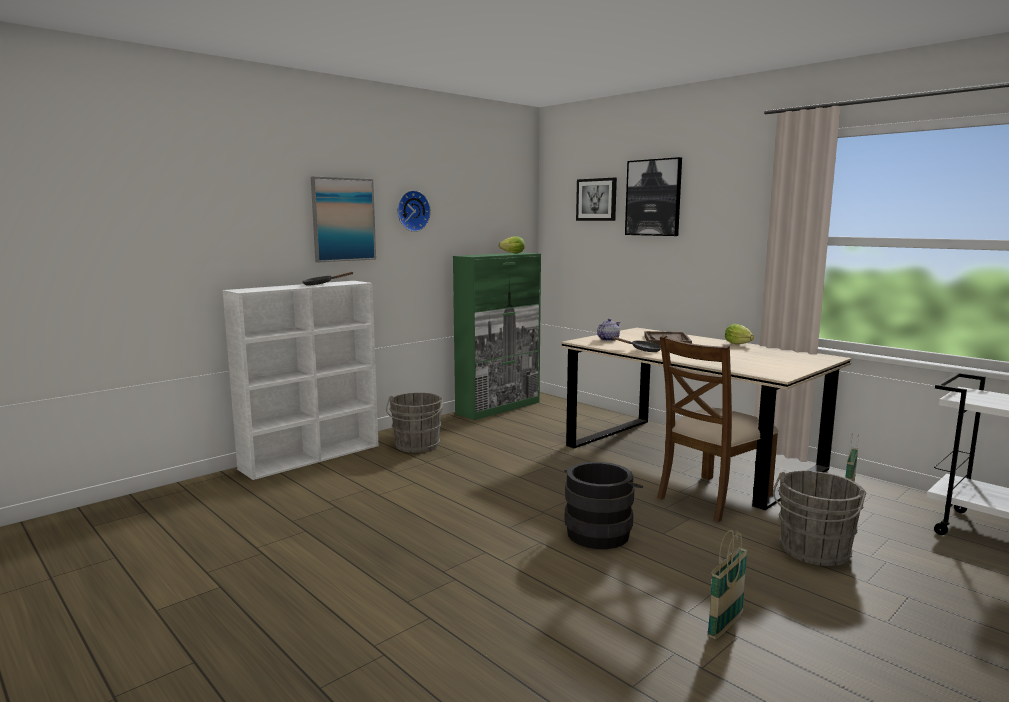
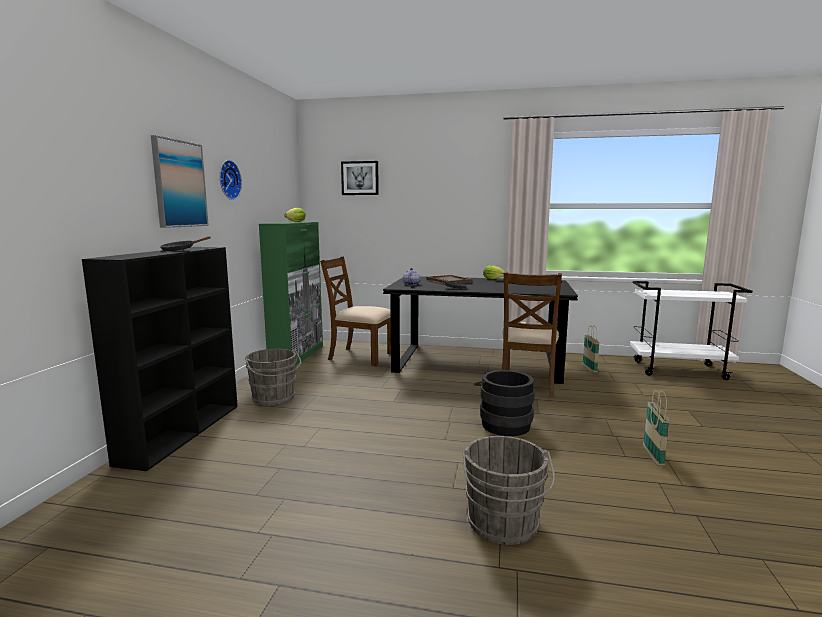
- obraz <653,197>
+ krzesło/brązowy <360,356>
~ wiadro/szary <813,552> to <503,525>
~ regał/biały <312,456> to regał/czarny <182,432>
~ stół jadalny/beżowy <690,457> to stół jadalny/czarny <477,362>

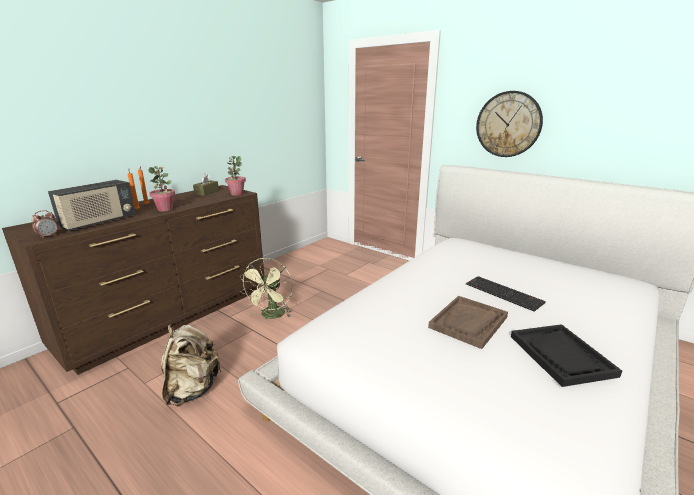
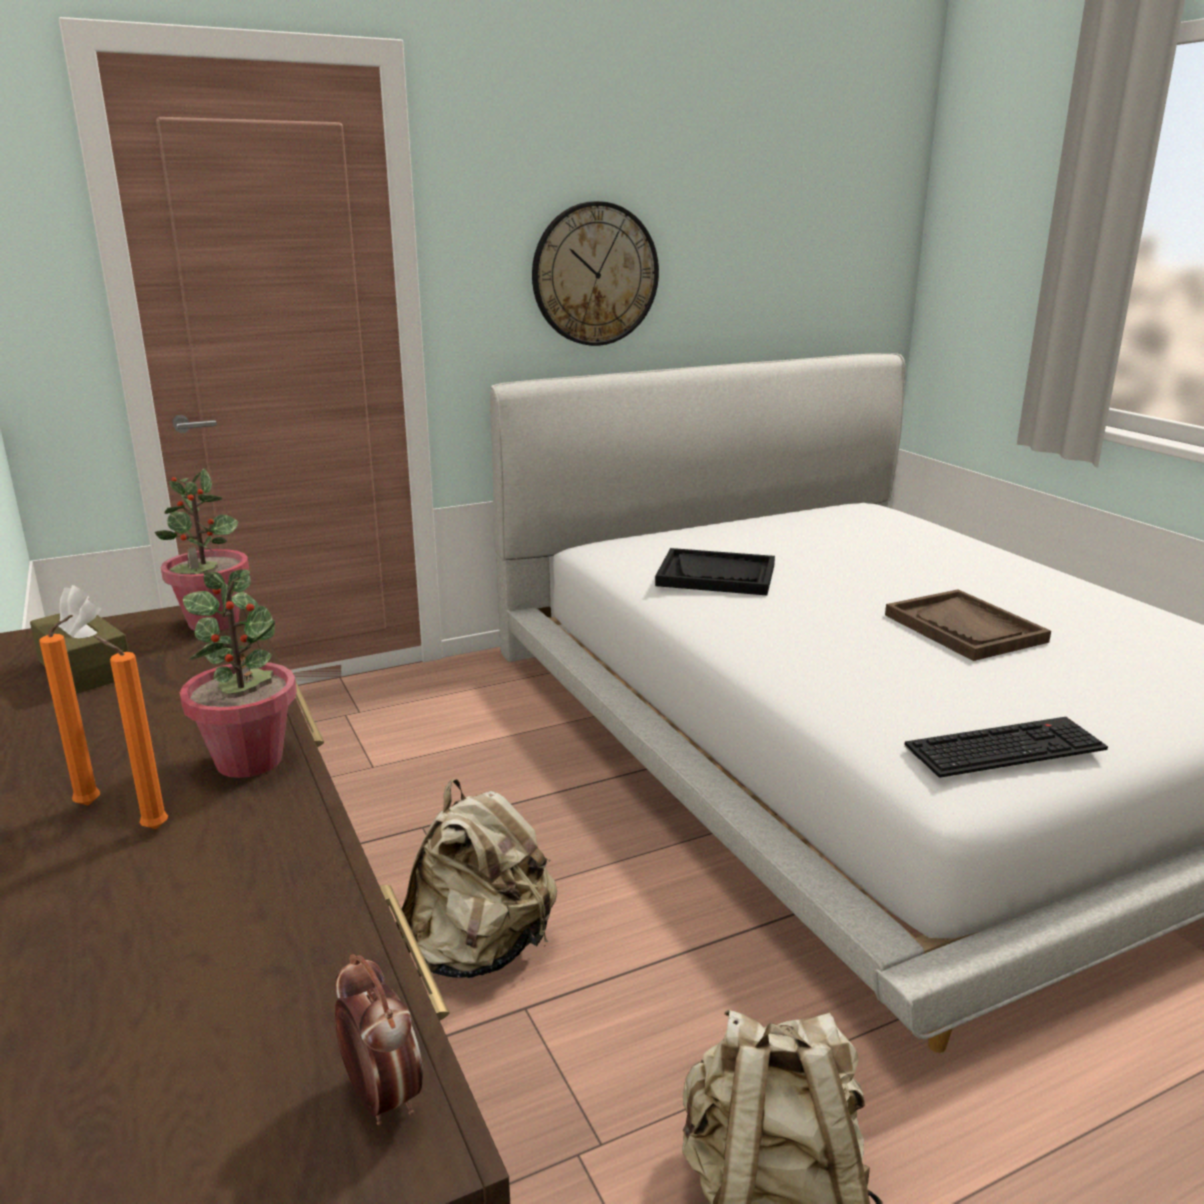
- radio <99,222>
~ klawiatura <505,293> to <1005,746>
~ taca/czarny <561,355> to <716,575>
~ wentylator/zielony <271,316> to plecak/beżowy <478,951>

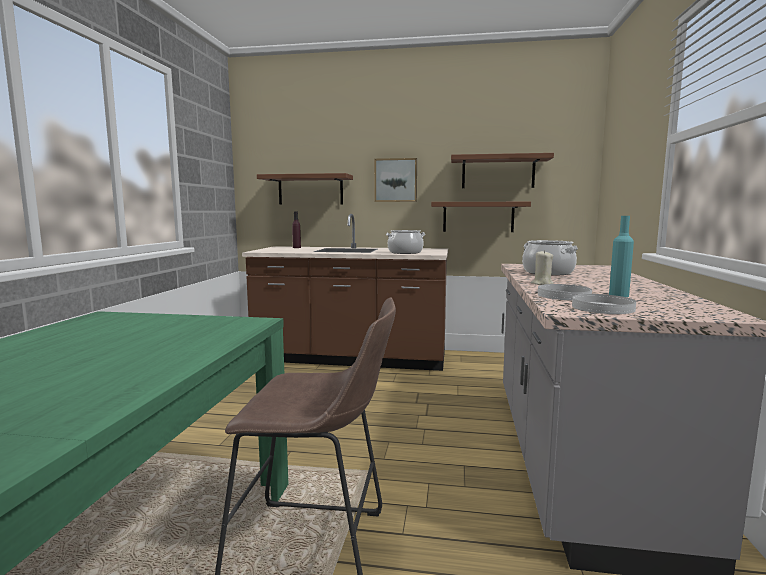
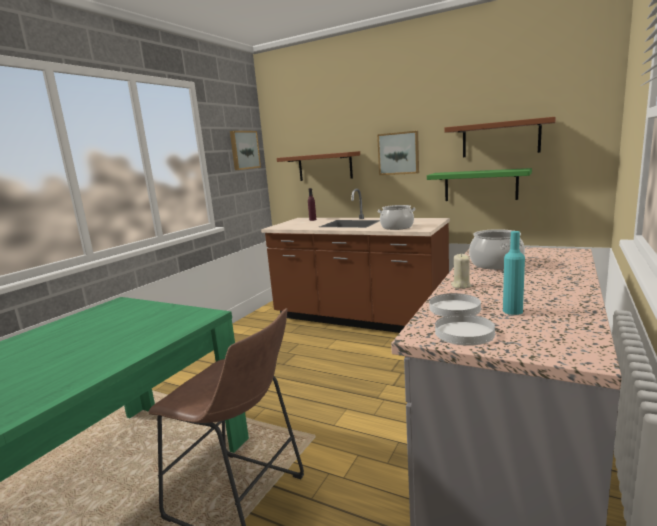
+ obraz <244,150>
~ półka/brązowy <478,217> to półka/zielony <480,185>

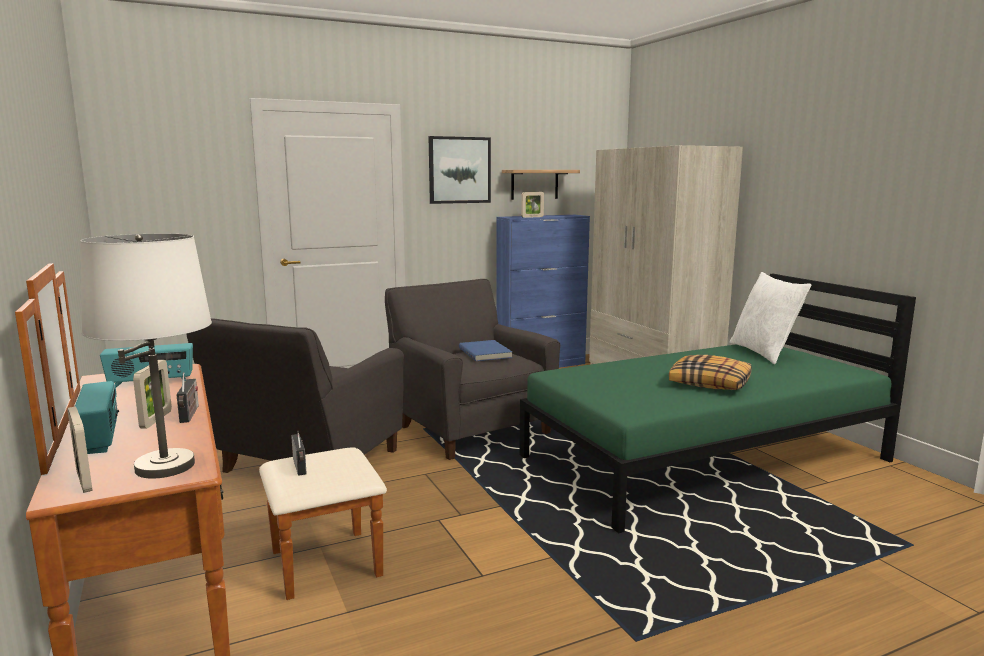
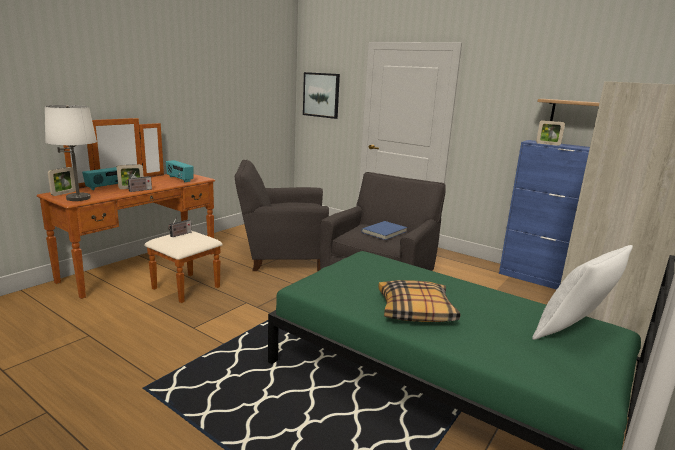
~ obraz <459,170> to <321,95>

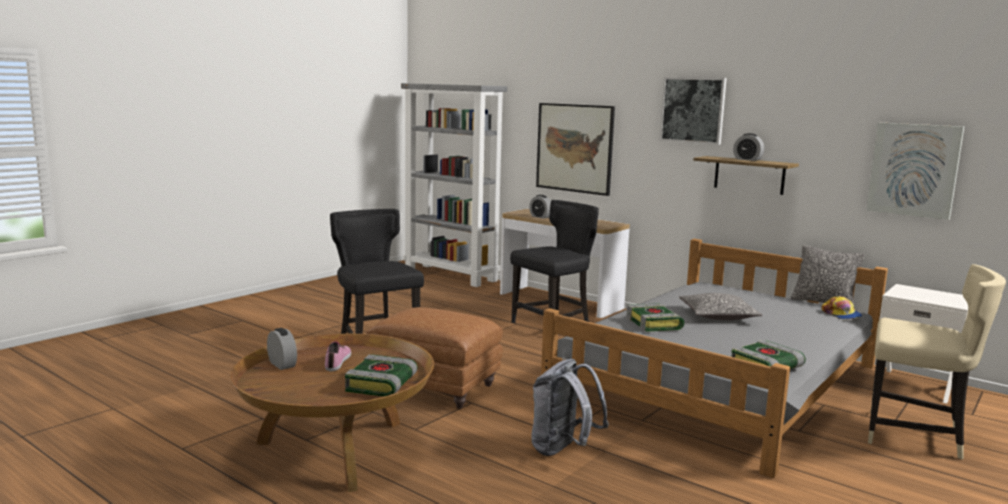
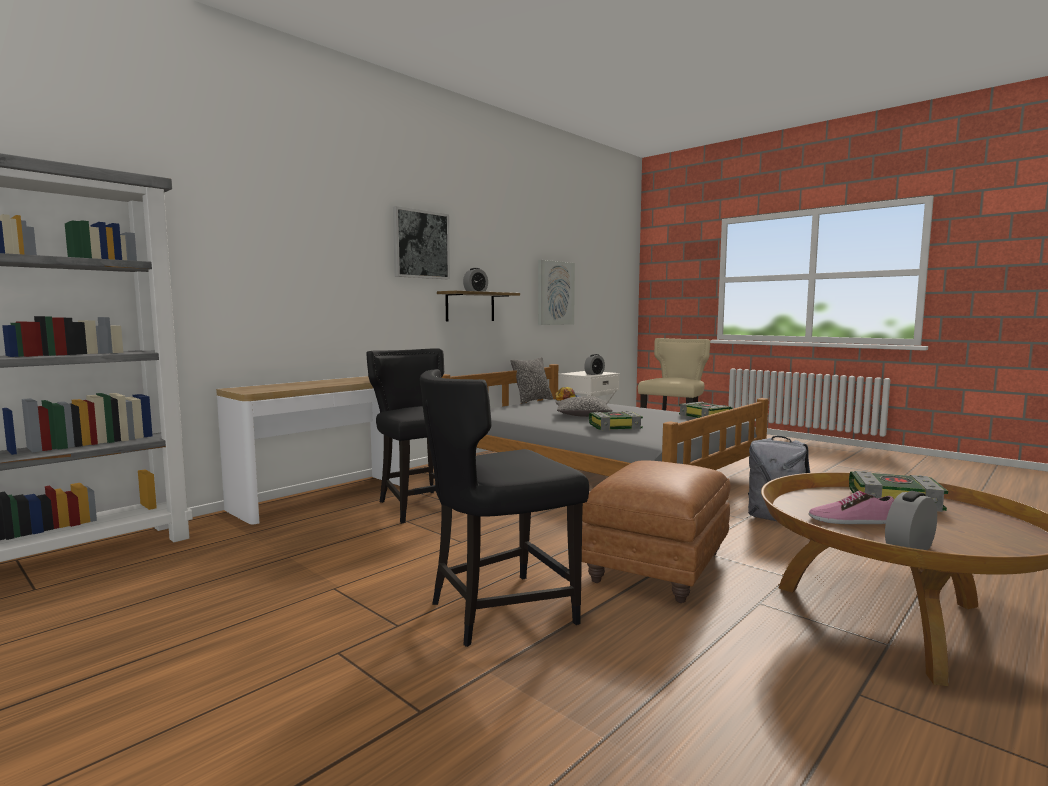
- obraz <574,148>
~ budzik <540,217> to <594,374>

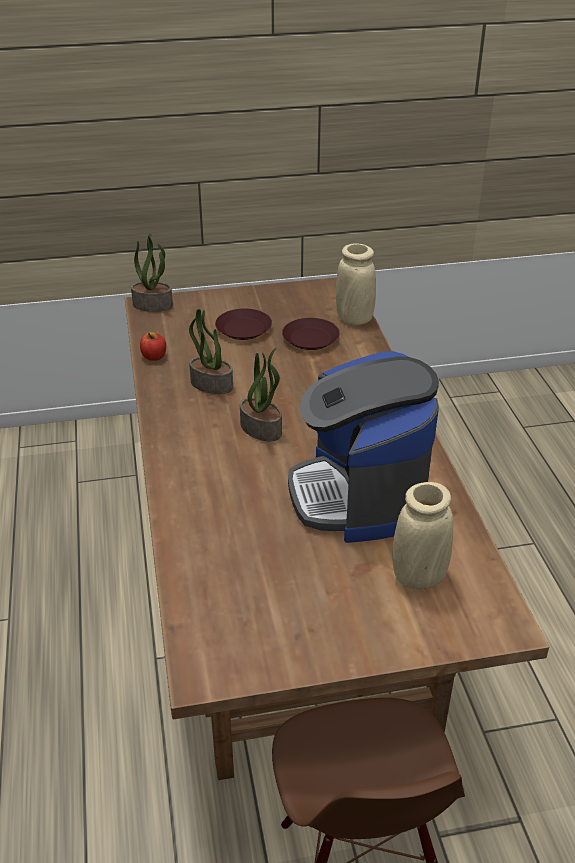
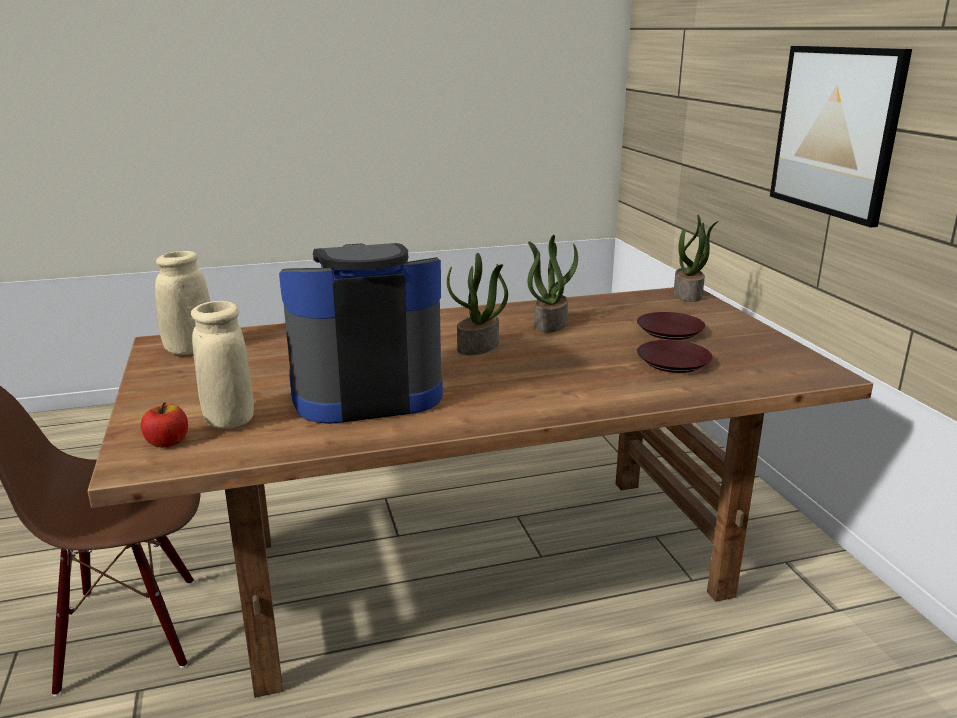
+ obraz <835,131>
~ jabłko <154,357> to <167,442>
~ wazon/beżowy <354,319> to <190,350>

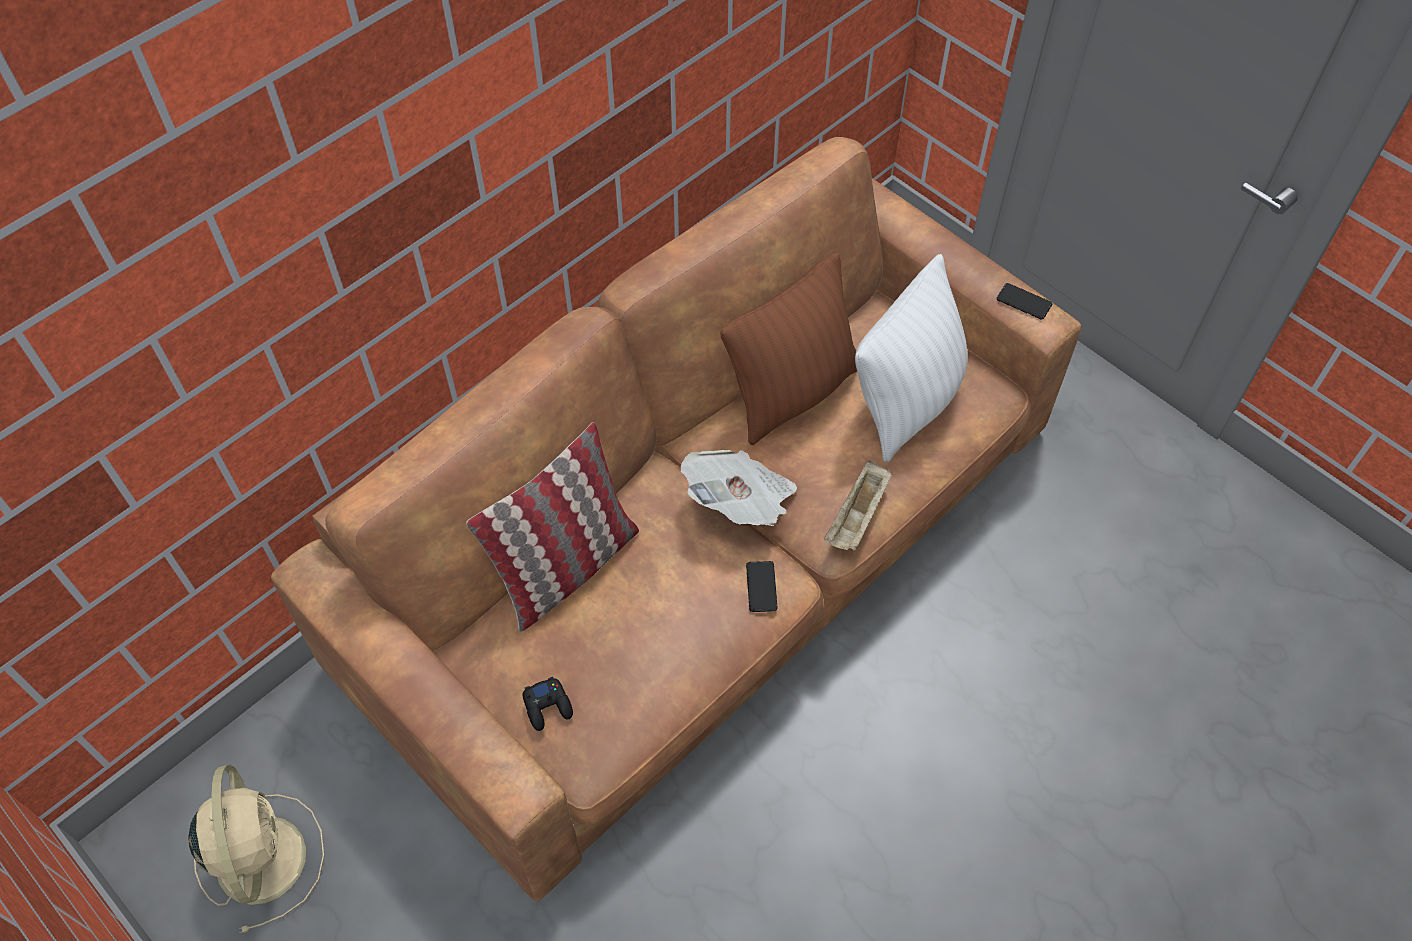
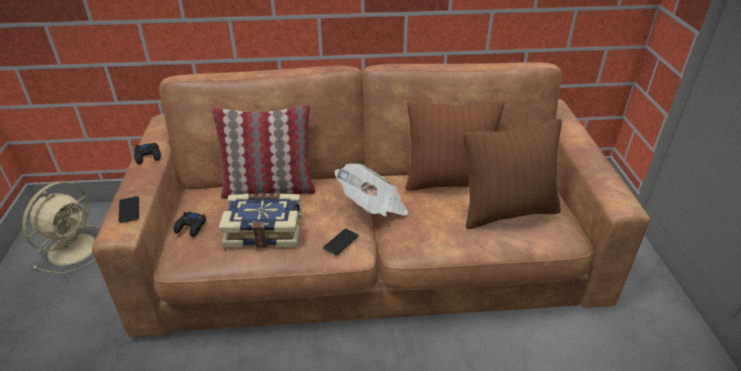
- taca/beżowy <857,517>
+ pad do gier/czarny <148,156>
+ książka <264,229>
~ telefon <1024,302> to <129,210>
~ poduszka/biały <906,402> to poduszka/brązowy <507,212>

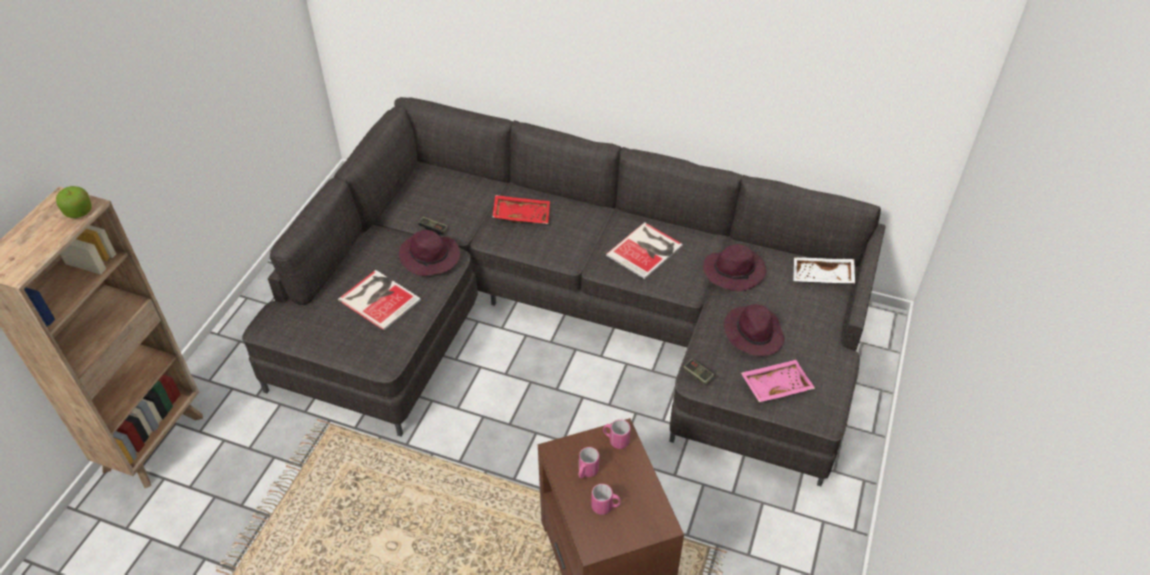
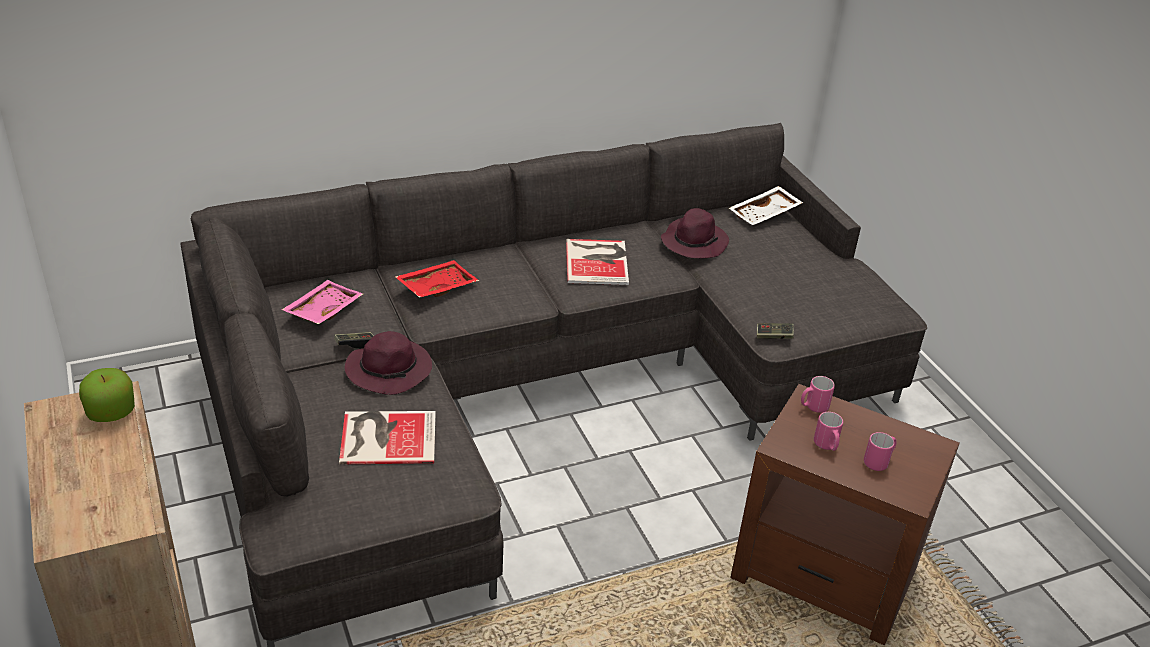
- kapelusz/fioletowy <753,333>
~ taca/różowy <775,385> to <322,310>

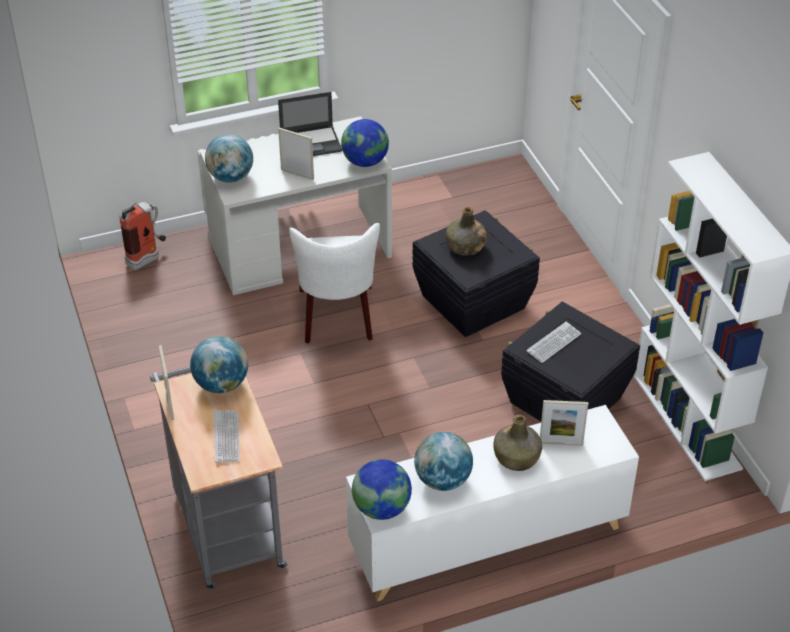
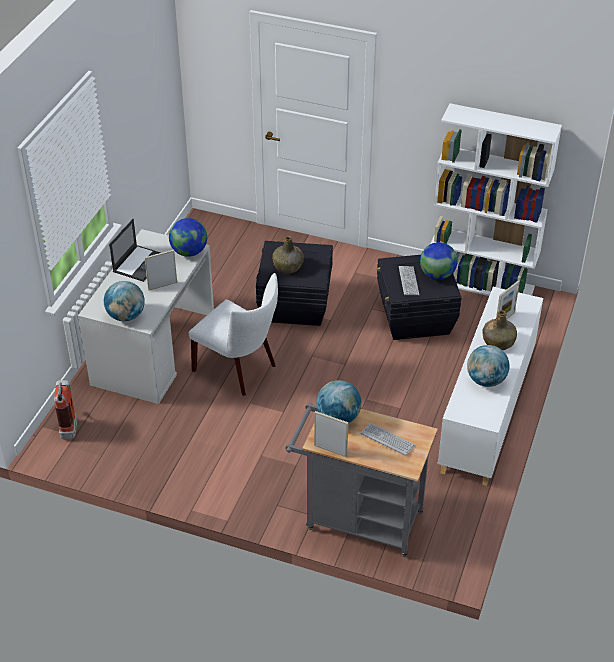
~ globus <381,508> to <437,275>

